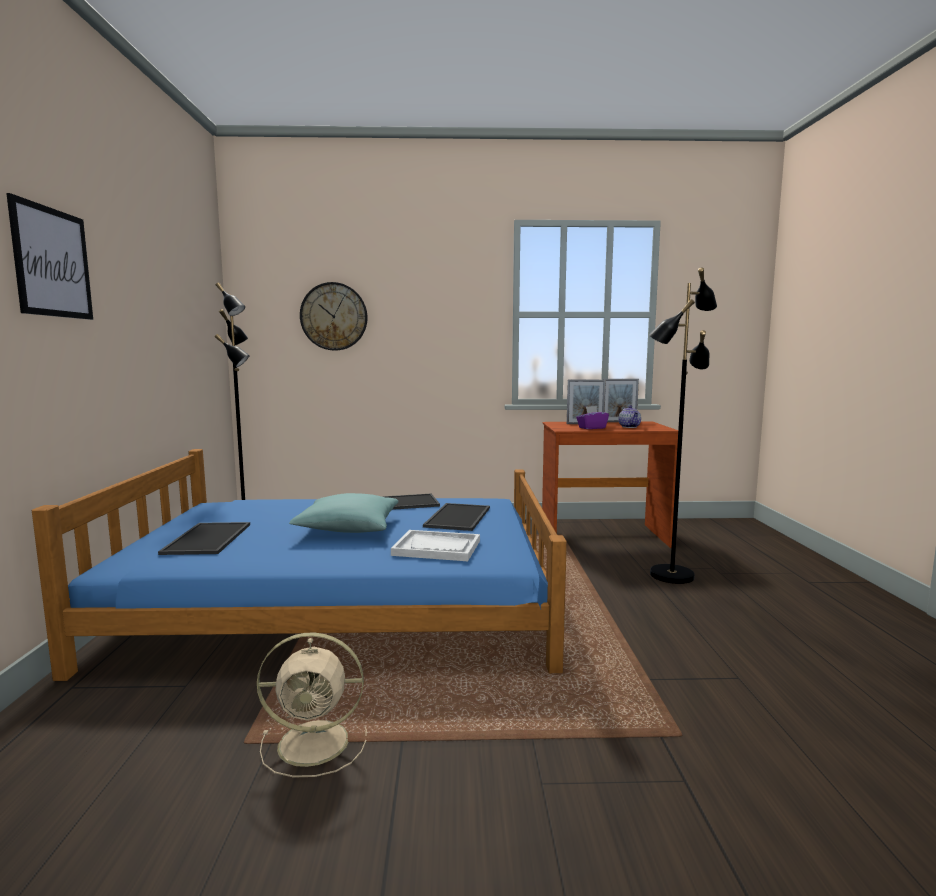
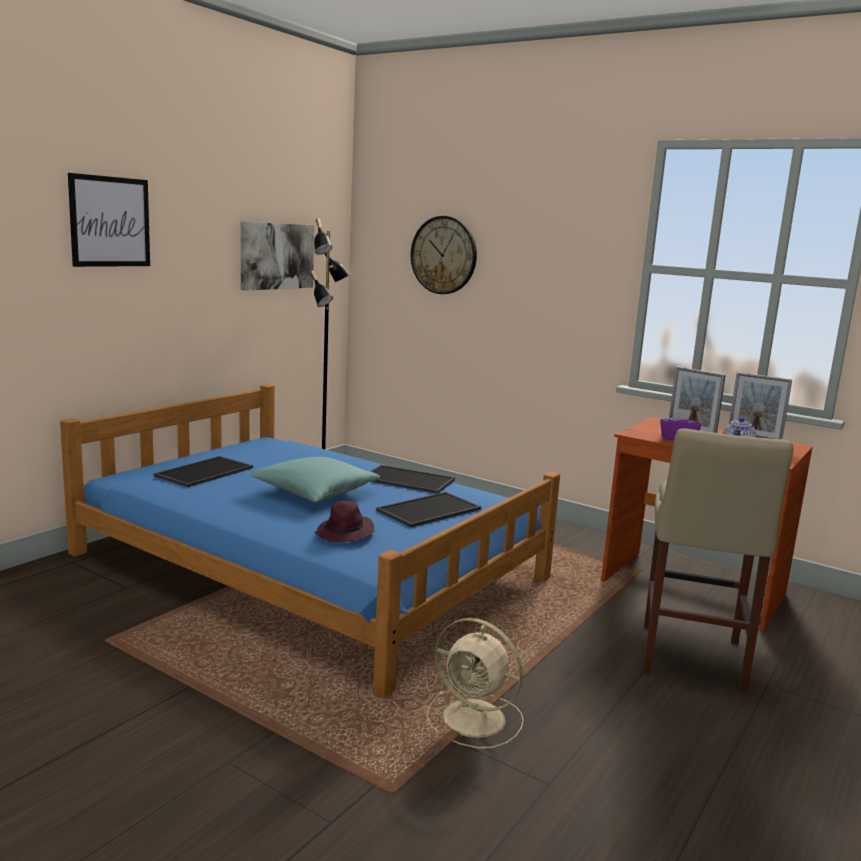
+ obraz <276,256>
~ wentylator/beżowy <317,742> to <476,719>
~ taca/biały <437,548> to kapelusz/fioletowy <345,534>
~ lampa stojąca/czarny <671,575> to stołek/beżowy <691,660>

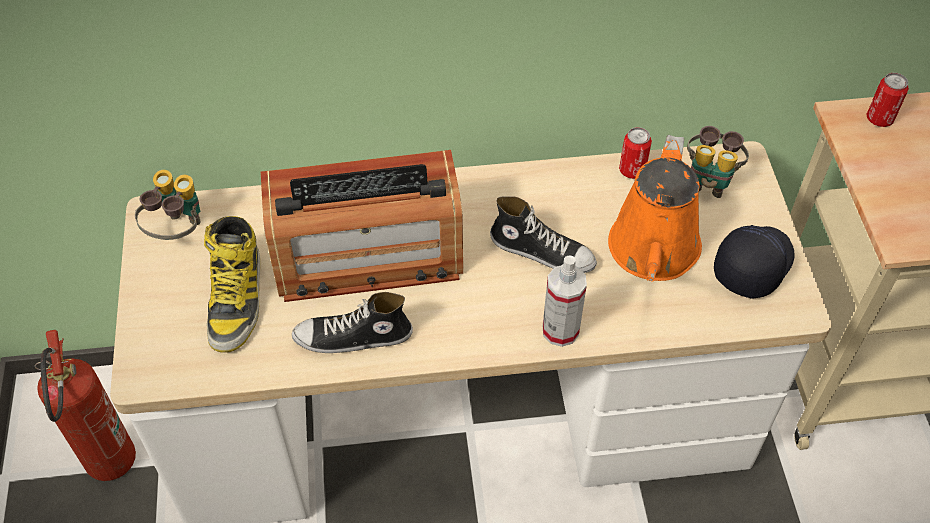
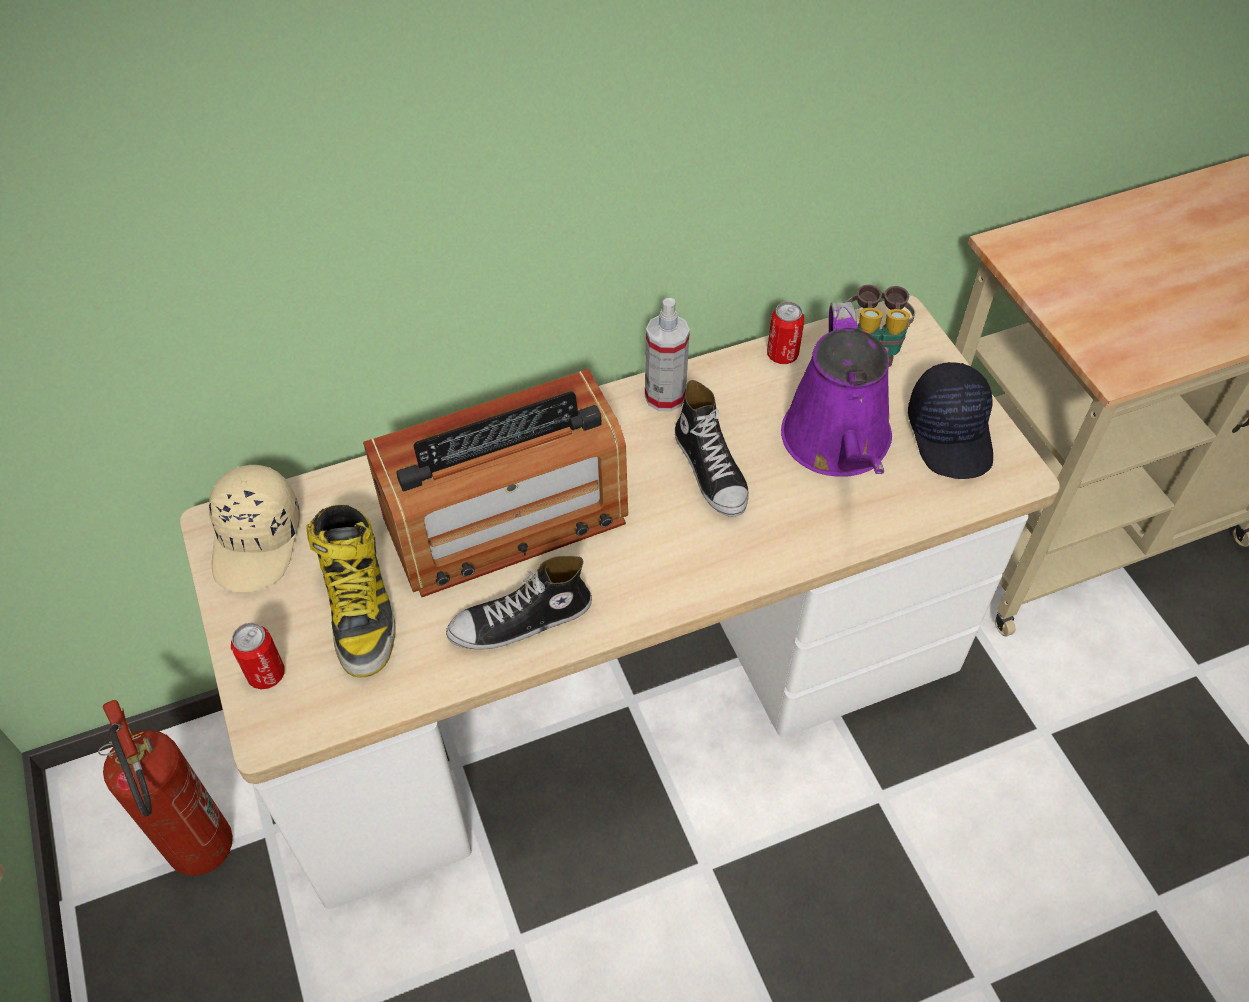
~ spryskiwacz <560,330> to <665,396>
~ puszka <879,119> to <266,674>
~ lornetka <178,232> to czapka z daszkiem/beżowy <258,540>
~ konewka/pomarańczowy <653,253> to konewka/fioletowy <838,444>
~ but <542,251> = <711,469> 60 degrees clockwise
~ czapka z daszkiem/czarny <752,264> = <951,434> 150 degrees clockwise

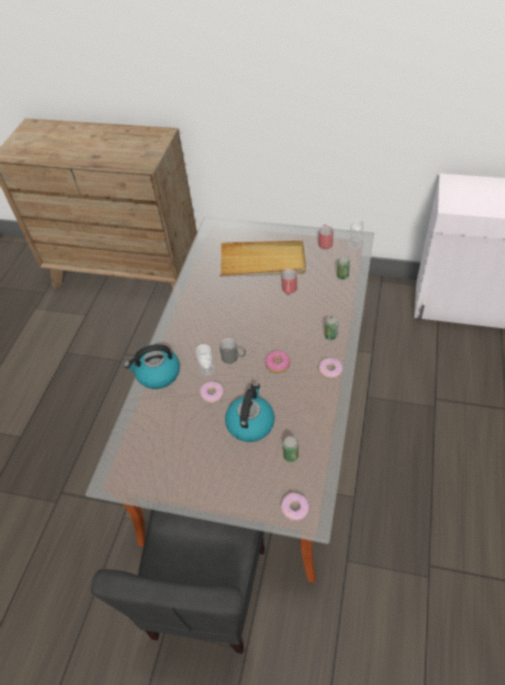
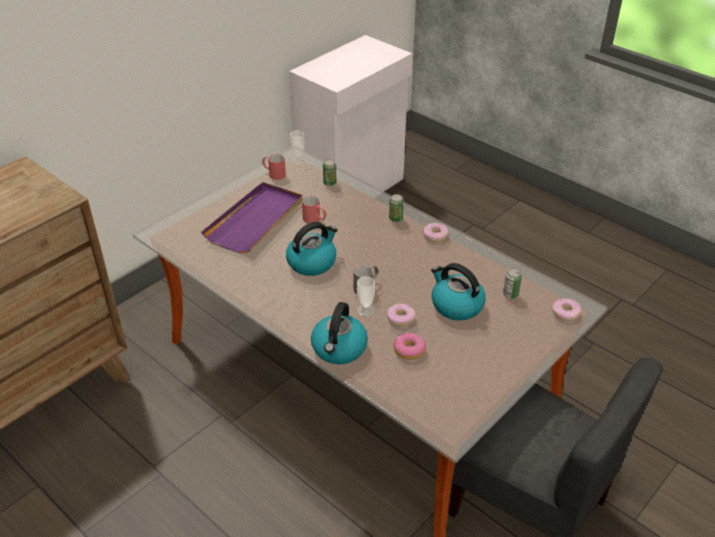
+ czajnik <312,262>
~ donut <277,364> to <409,350>
~ taca/beżowy <263,262> to taca/fioletowy <255,220>

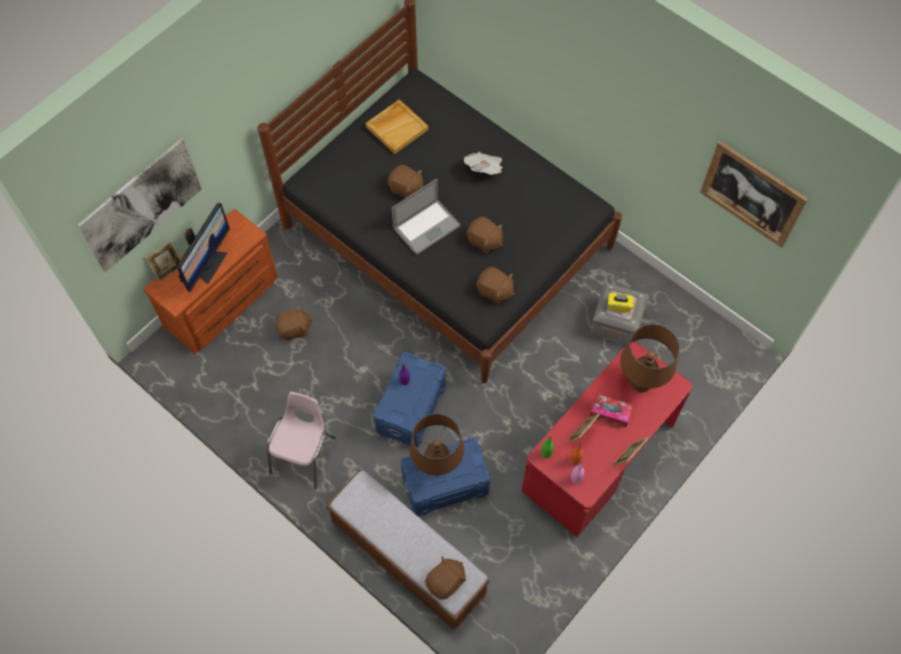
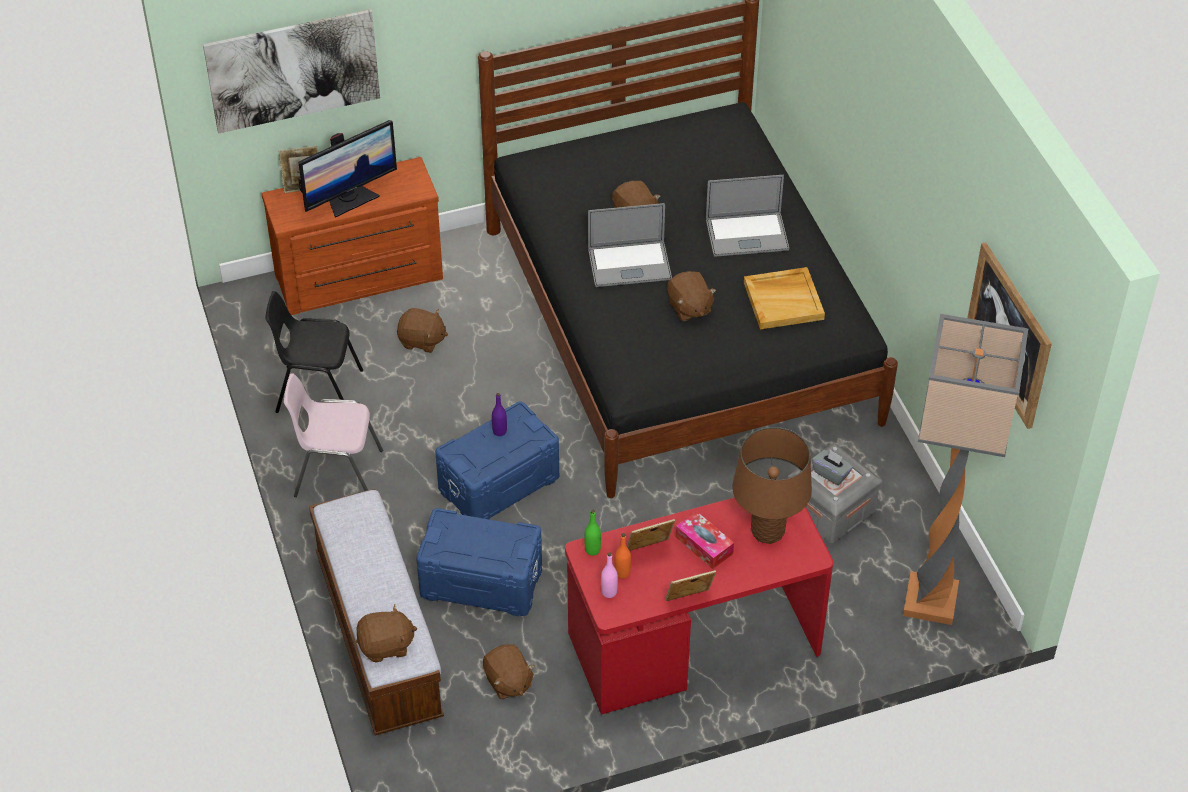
- lampa stołowa/brązowy <437,465>
+ krzesło/czarny <318,391>
+ lampa stojąca <928,601>
~ taca/beżowy <397,127> to <784,300>
~ pluszak/brązowy <494,291> to <508,682>
~ gazeta <485,169> to laptop <747,235>
~ pudełko chusteczek/żółty <619,305> to pudełko chusteczek/szary <831,473>
~ krzesło/różowy <304,455> = <337,473> 135 degrees counterclockwise

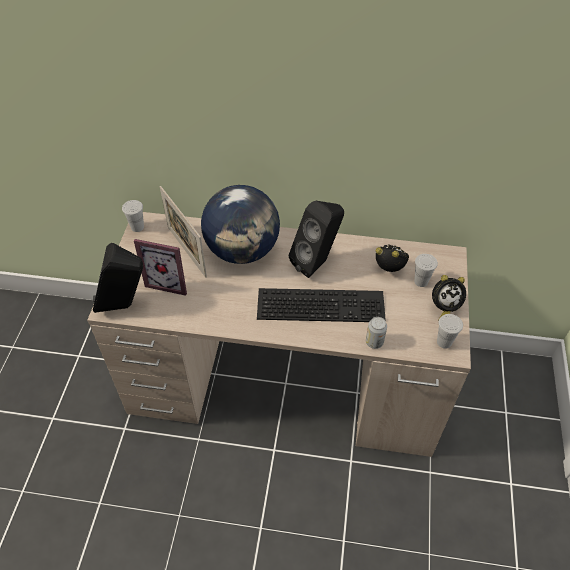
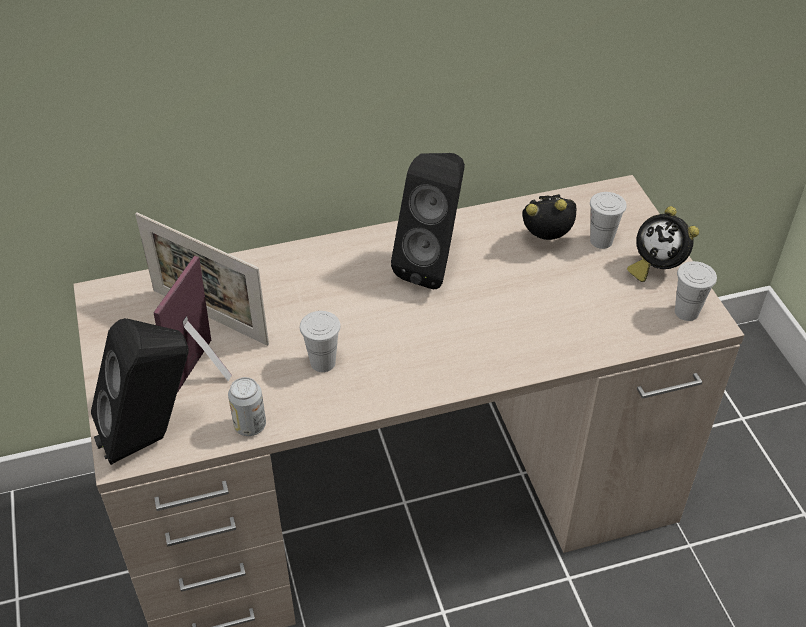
- globus <243,250>
- klawiatura <322,303>
~ filiżanka/biały <137,227> to <323,362>
~ puszka <374,342> to <250,425>
~ ramka na zdjęcie <170,281> = <209,372> 120 degrees clockwise
~ budzik <443,308> = <656,267> 75 degrees clockwise

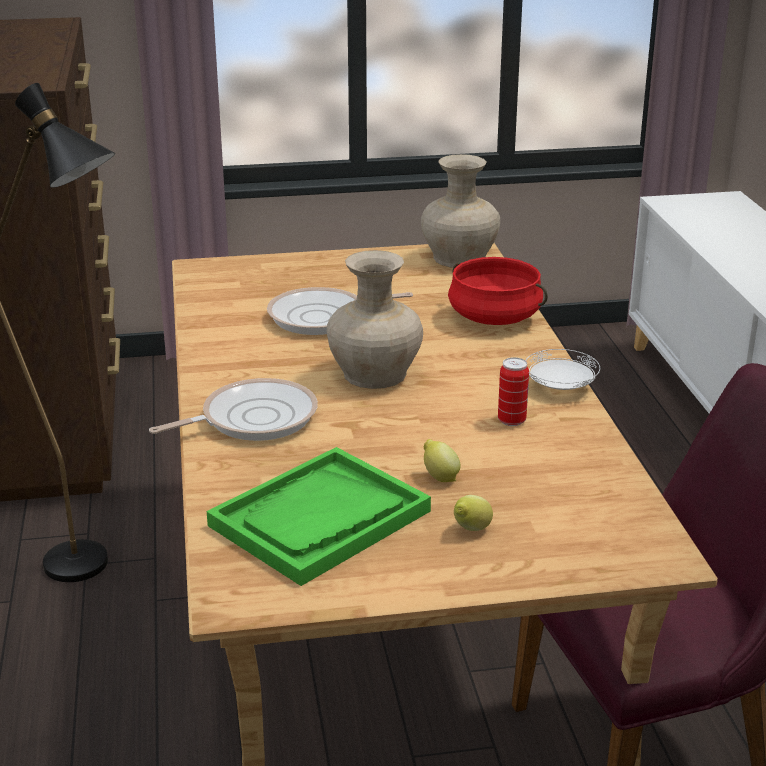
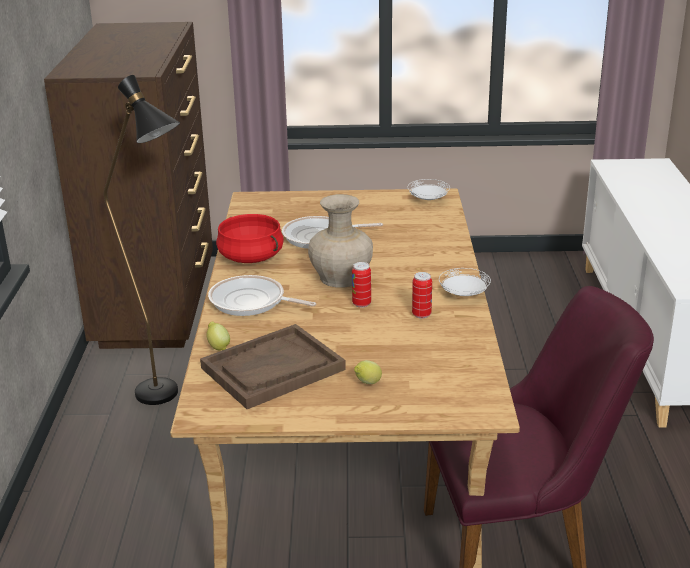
+ puszka <361,304>
~ cytryna <439,477> to <218,347>
~ garnek/czerwony <495,317> to <251,257>
~ wazon/beżowy <459,258> to talerz/biały <428,200>
~ taca/zielony <320,519> to taca/brązowy <272,369>
~ patelnia <252,419> = <251,302> 135 degrees counterclockwise

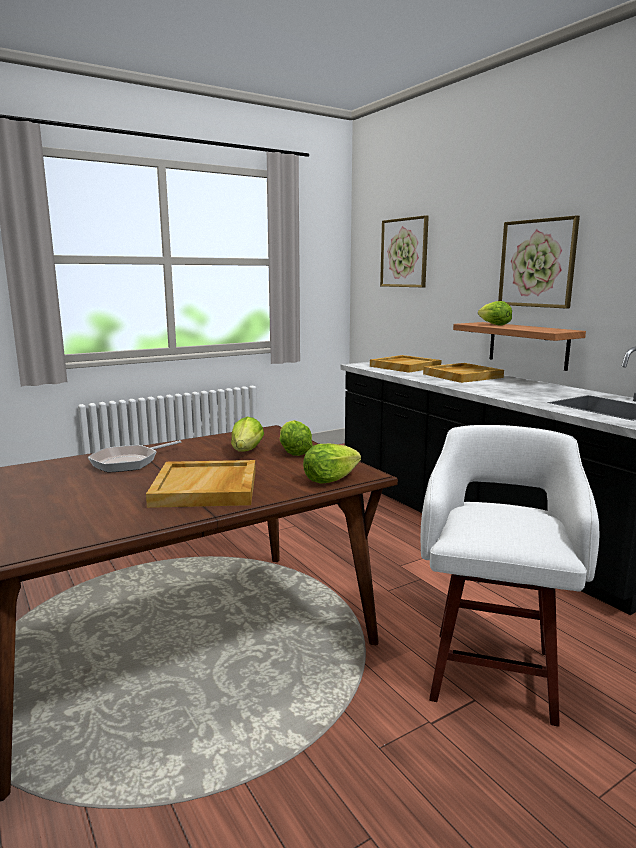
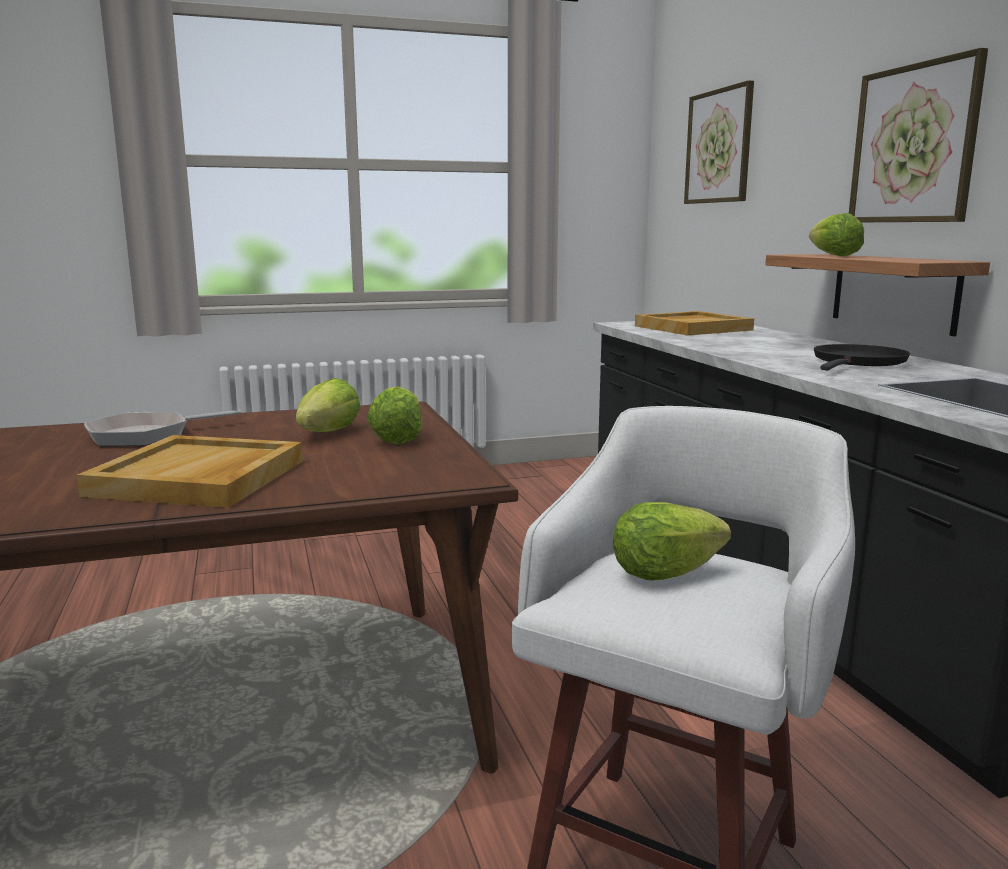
- taca/beżowy <462,375>
+ patelnia/czarny <858,362>
~ sałata <329,480> to <664,573>

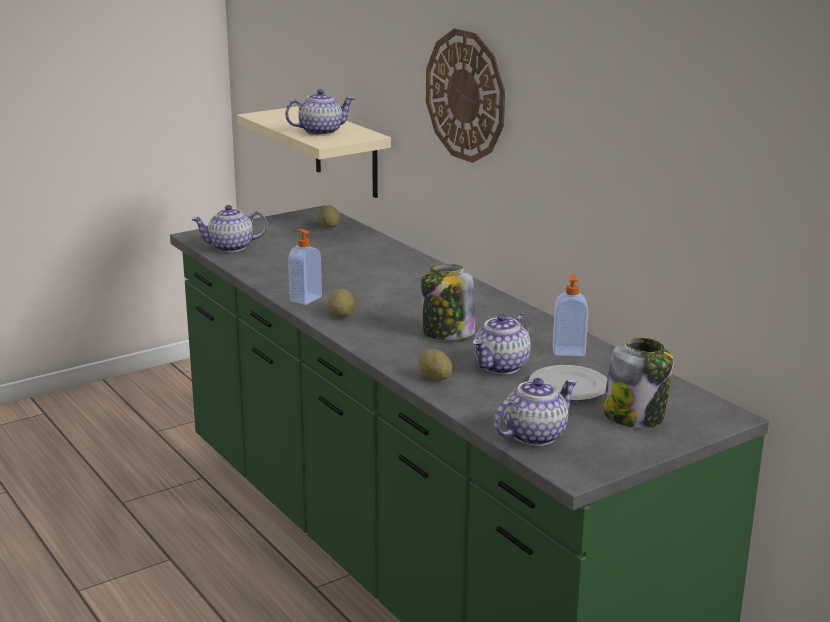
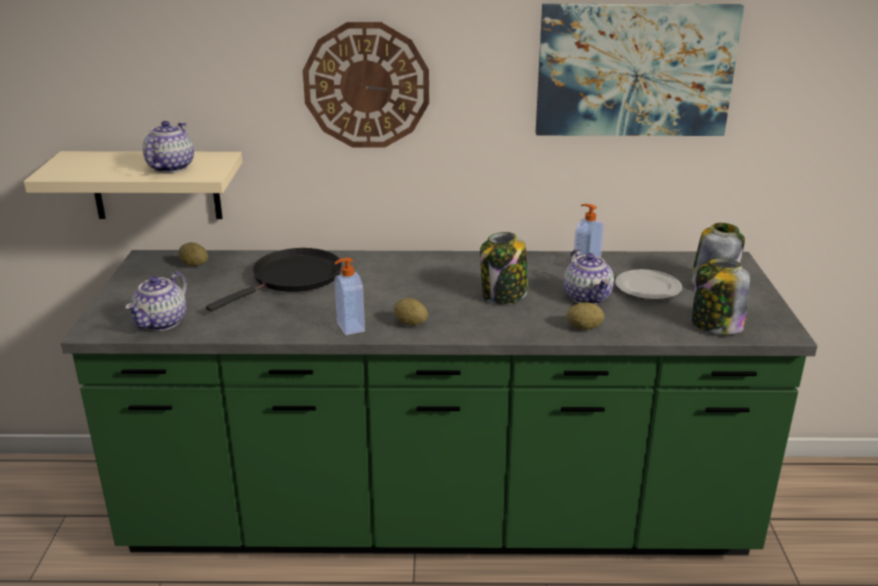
+ patelnia/czarny <293,278>
+ obraz <634,70>
~ imbryk <534,435> to słoik <715,325>

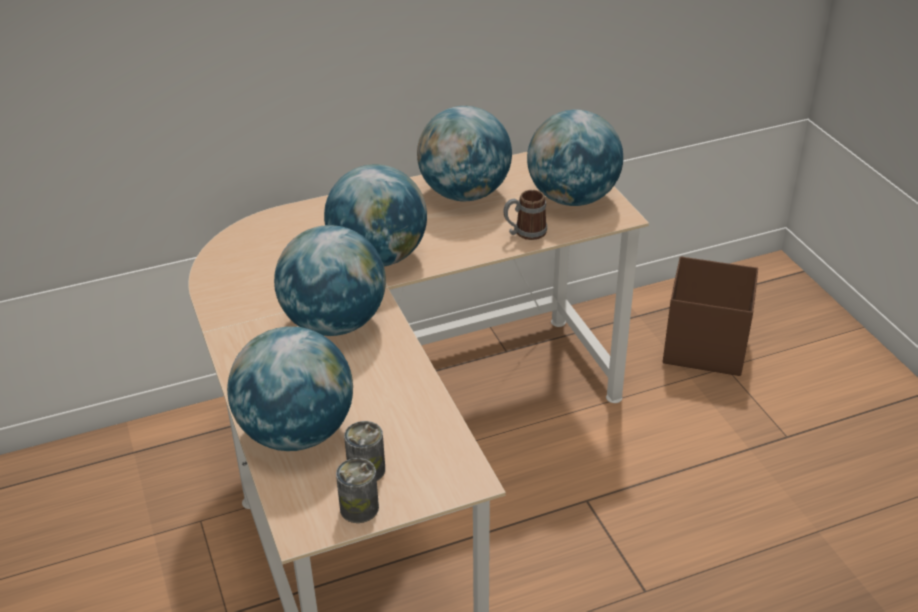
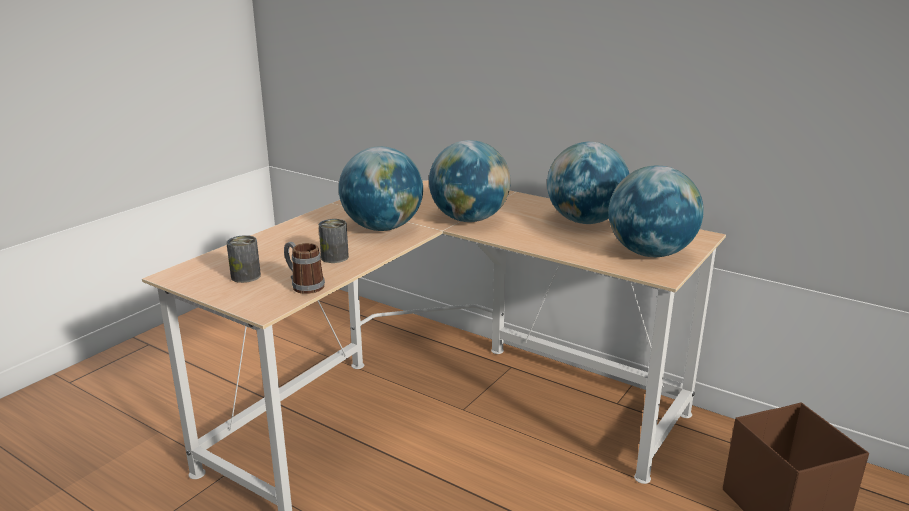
- globus <297,432>
~ puszka <359,508> to <334,257>
~ kubek <525,233> to <303,285>

